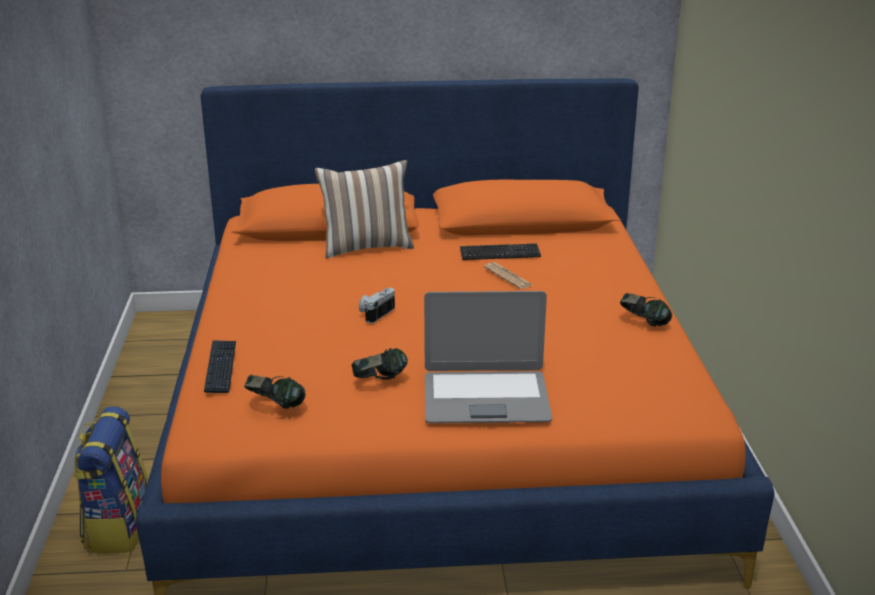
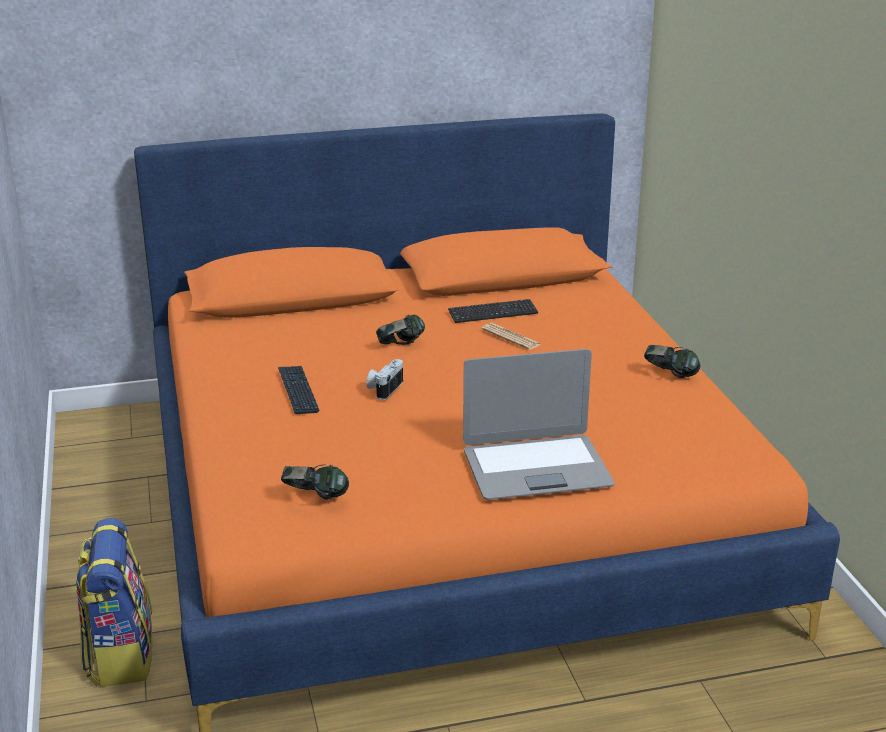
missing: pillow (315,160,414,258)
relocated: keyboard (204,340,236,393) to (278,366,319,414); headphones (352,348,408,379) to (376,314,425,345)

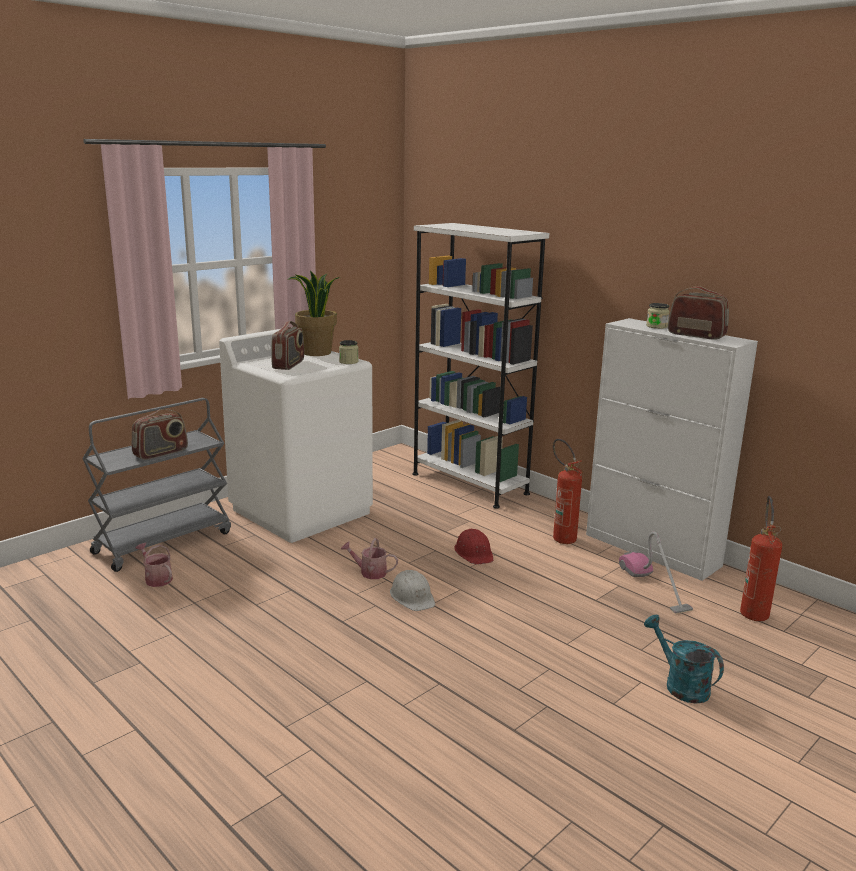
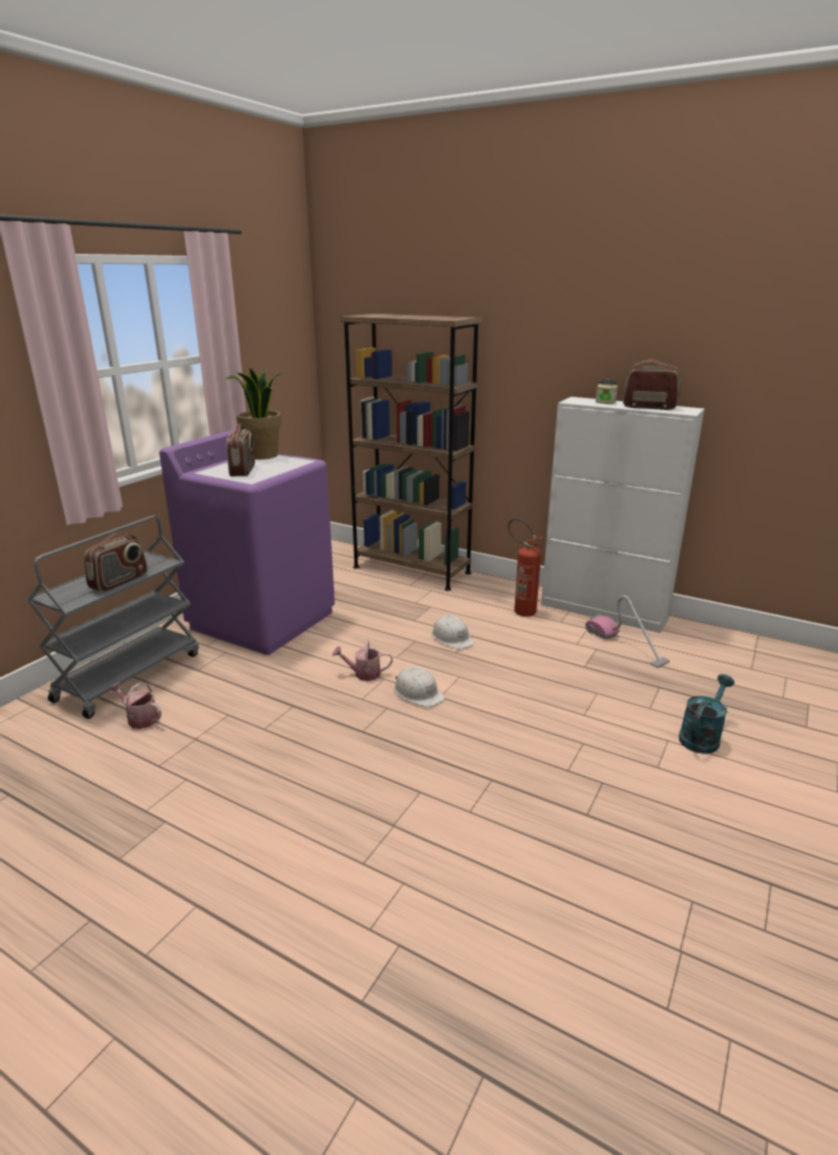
missing: jar (339,340,359,364); fire extinguisher (740,496,782,621)
colour: white washing machine (219,329,373,543) to purple washing machine (159,429,335,655); white bookcase (412,223,549,508) to brown bookcase (340,314,482,591); red hard hat (454,529,493,564) to white hard hat (432,615,474,649)
spun: turquoise watering can (644,615,724,704) = (679,674,735,754) 90 degrees clockwise

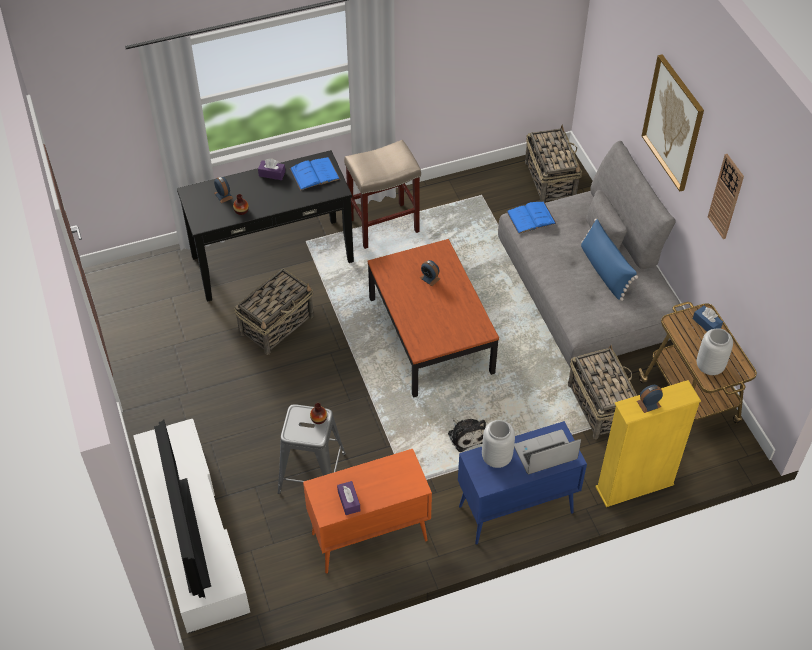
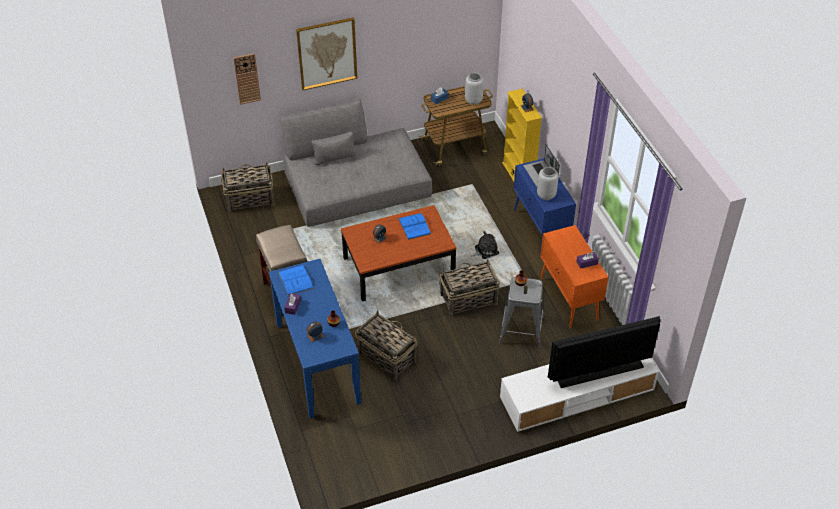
missing: blue pillow (581,219,638,301)
relocated: wall clock (708,154,744,239) to (233,53,261,105); blue book (507,202,556,234) to (398,213,431,240); basket (568,345,637,439) to (439,259,500,316)
colour: black console table (177,150,354,302) to blue console table (269,259,361,419)

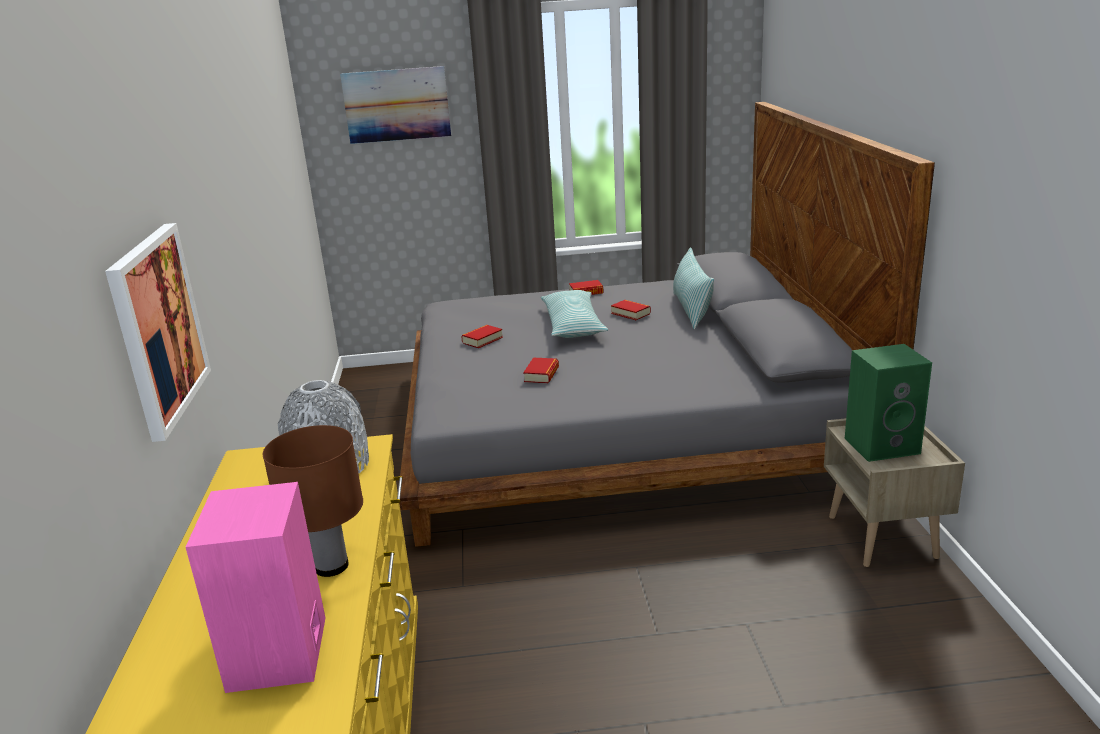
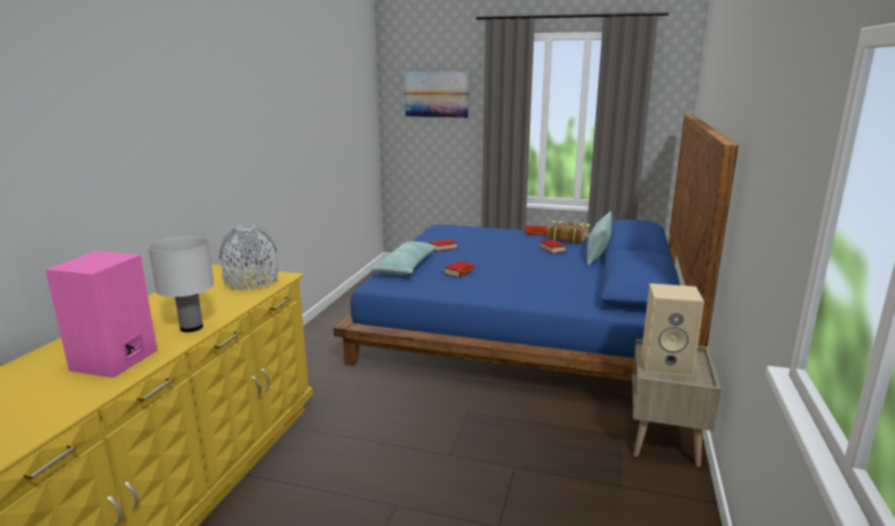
missing: picture (105,223,211,442)
appeared: book (547,220,590,244)
relocated: pillow (541,290,608,338) to (371,241,438,275)
colour: brown table lamp (263,425,363,577) to white table lamp (148,236,214,332); grey bed (399,102,935,547) to blue bed (333,114,738,381); green speaker (845,344,932,462) to beige speaker (641,283,704,376)

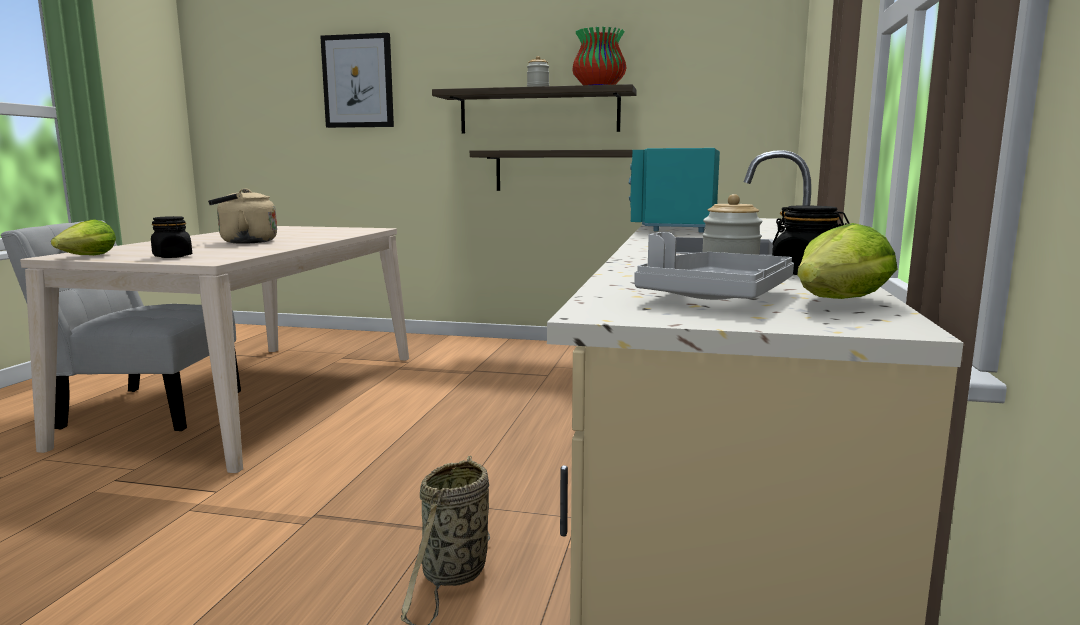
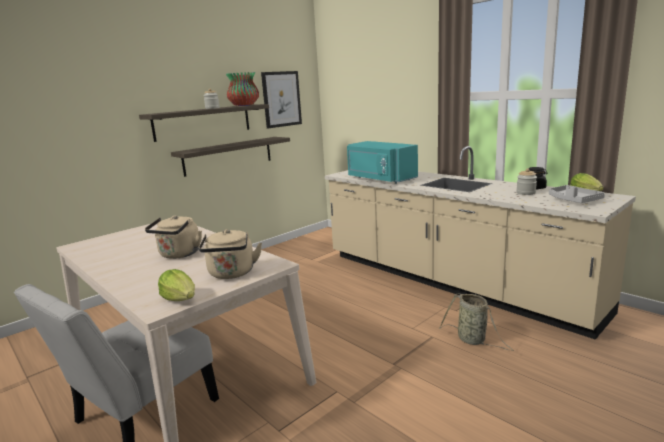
relocated: picture (320,33,394,128) to (261,71,302,128)
exchanged: black jar (151,216,192,258) to beige kettle (199,229,262,279)

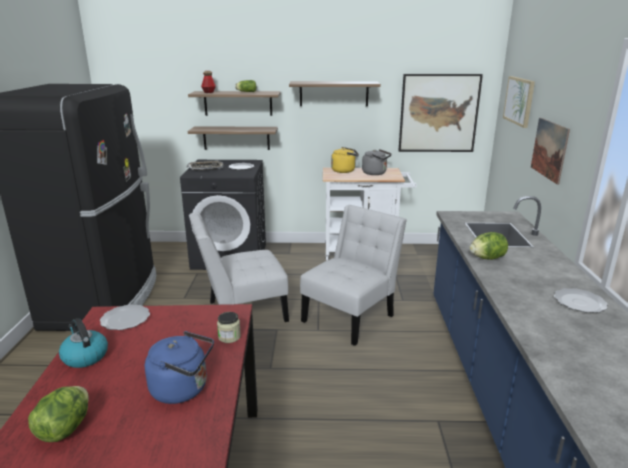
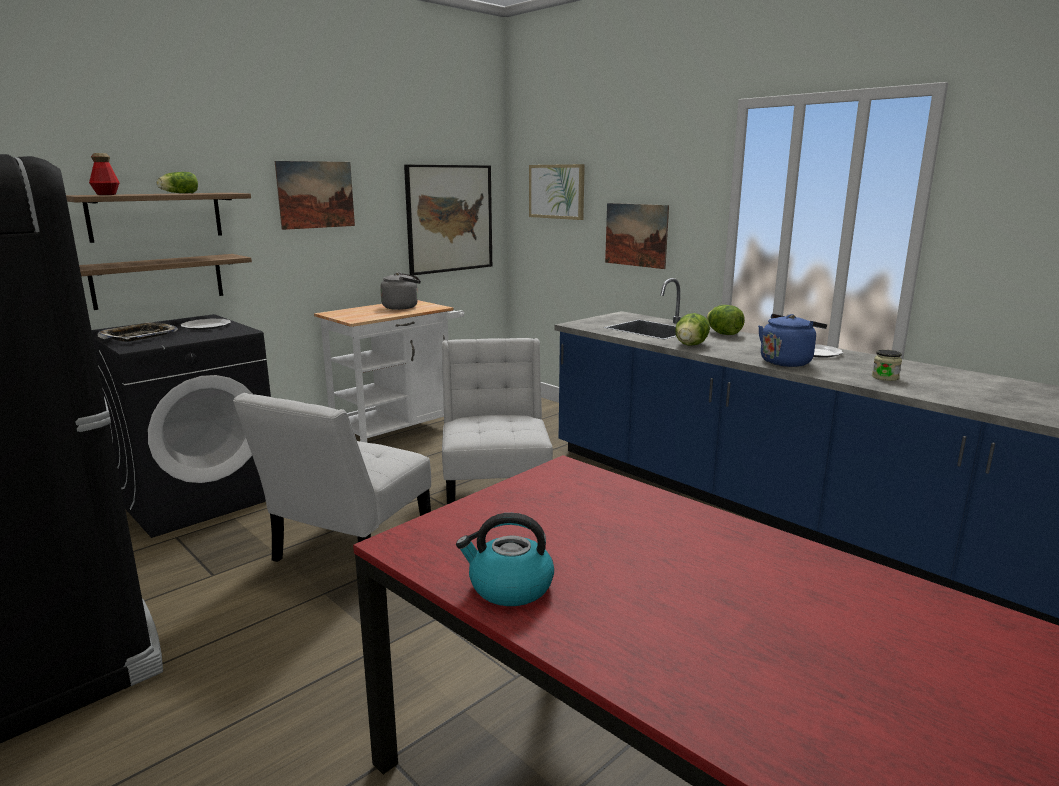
missing: plate (100,304,150,330); yellow kettle (331,147,359,173)
relocated: lettuce (28,386,89,442) to (706,305,745,335); blue kettle (145,331,214,404) to (758,314,827,367); jar (217,312,241,343) to (872,350,902,381)
exchanged: shelf (289,81,381,106) to picture (275,161,355,230)

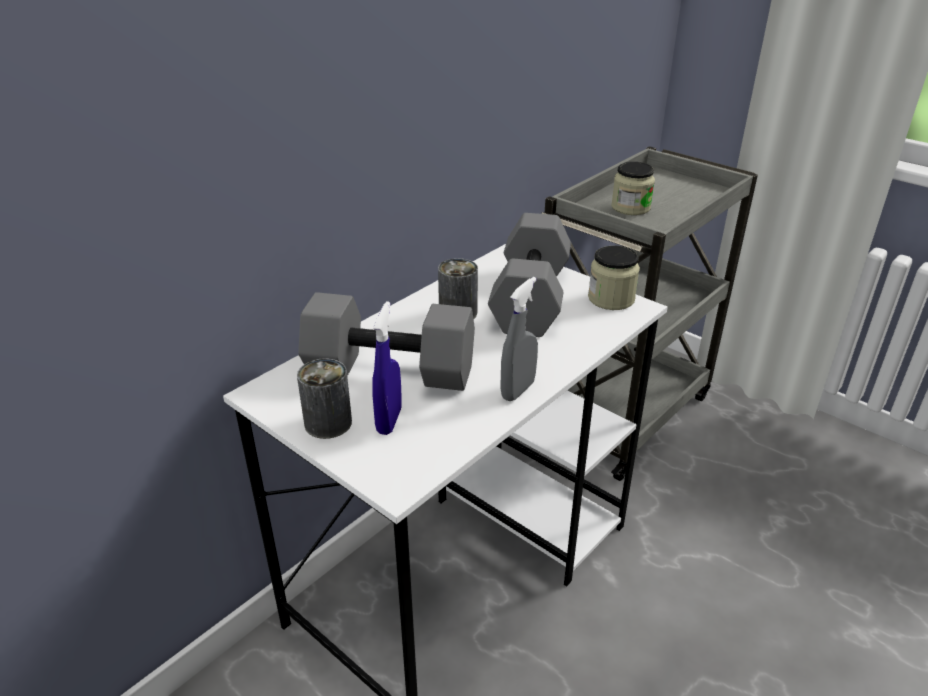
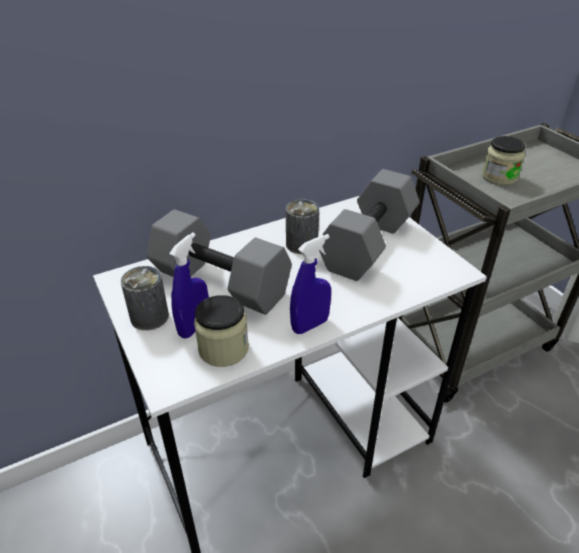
relocated: jar (588,246,640,310) to (194,295,249,367)
colour: grey spray bottle (500,277,538,401) to blue spray bottle (290,234,331,334)

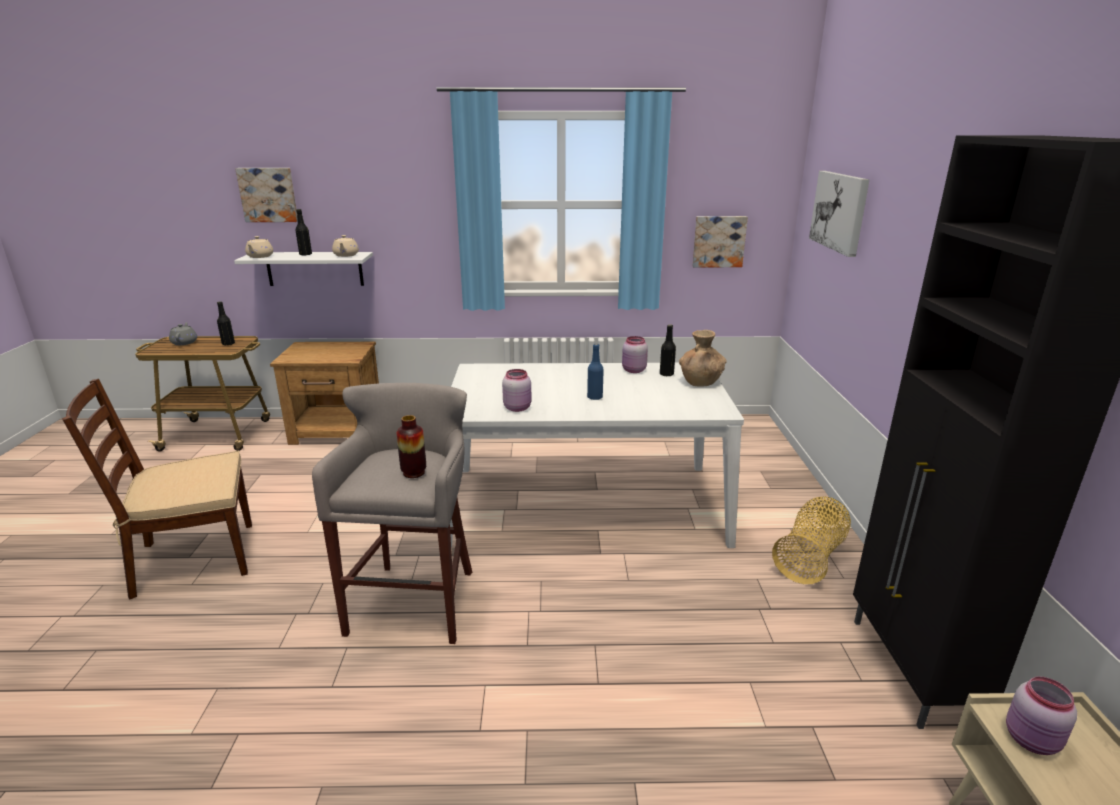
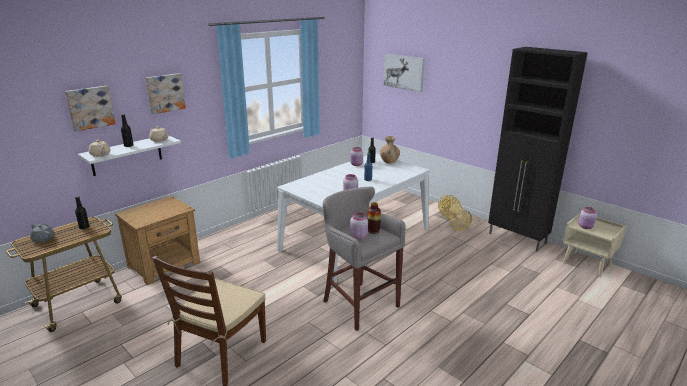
appeared: pink jar (350,212,368,239)
relocated: picture (692,216,748,267) to (146,73,186,114)

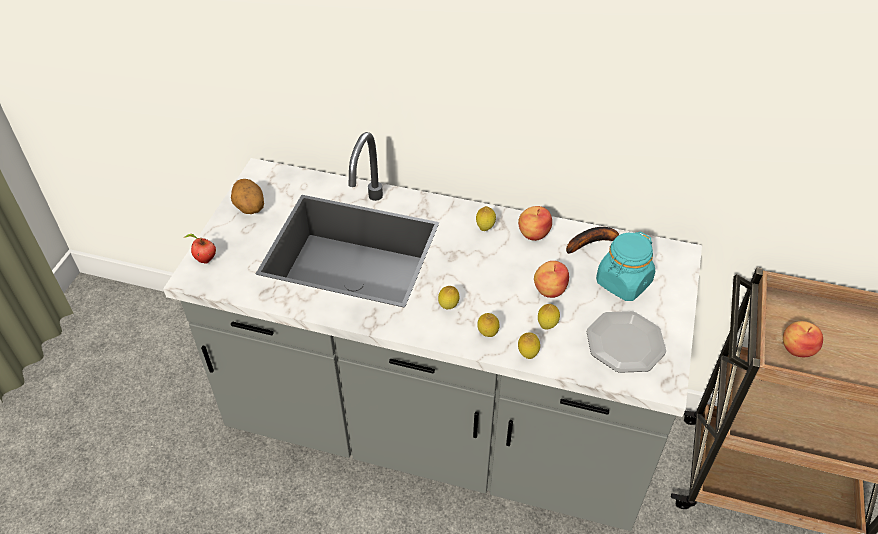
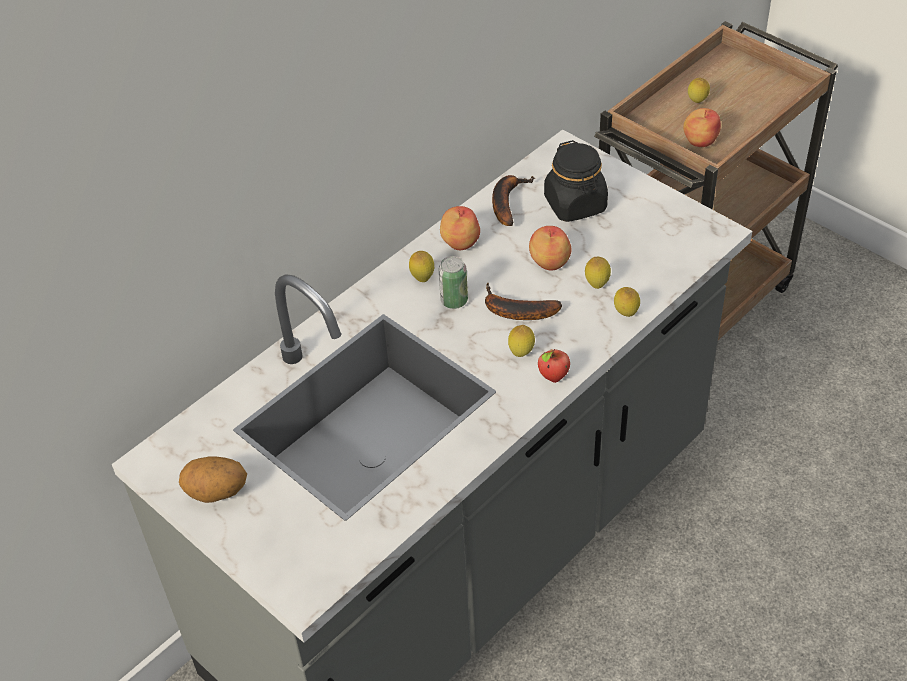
missing: plate (586,311,666,373)
appeared: can (439,256,468,309); banana (485,282,562,320)
relocated: apple (184,234,216,264) to (538,349,570,383); lemon (477,313,500,337) to (688,78,710,103)
colour: turquoise jar (596,231,655,301) to black jar (544,140,608,222)

